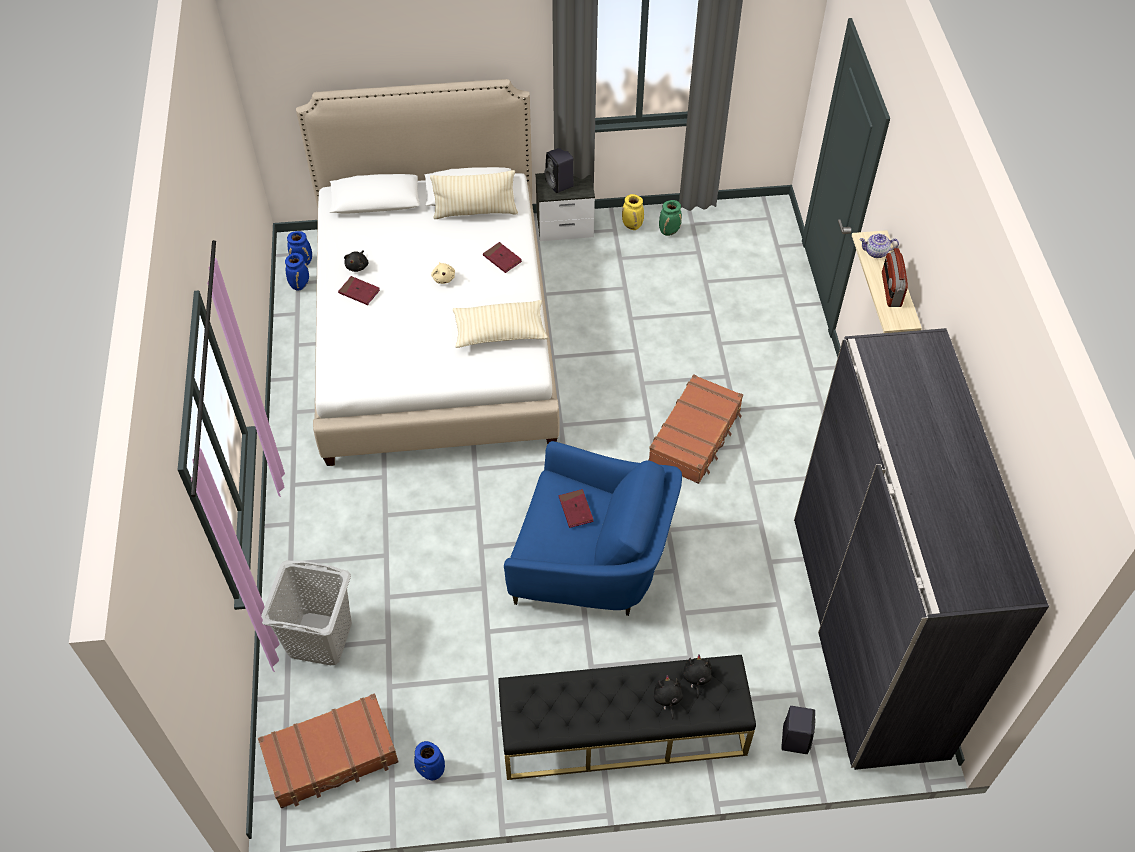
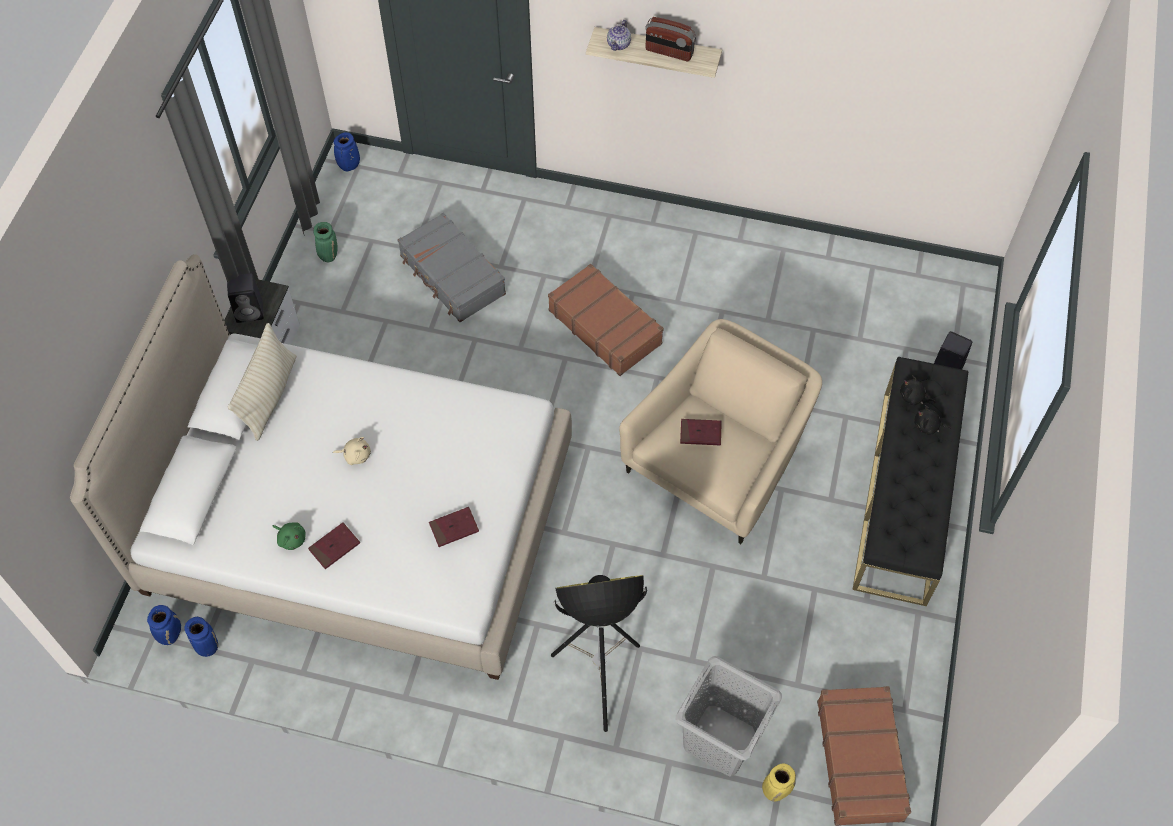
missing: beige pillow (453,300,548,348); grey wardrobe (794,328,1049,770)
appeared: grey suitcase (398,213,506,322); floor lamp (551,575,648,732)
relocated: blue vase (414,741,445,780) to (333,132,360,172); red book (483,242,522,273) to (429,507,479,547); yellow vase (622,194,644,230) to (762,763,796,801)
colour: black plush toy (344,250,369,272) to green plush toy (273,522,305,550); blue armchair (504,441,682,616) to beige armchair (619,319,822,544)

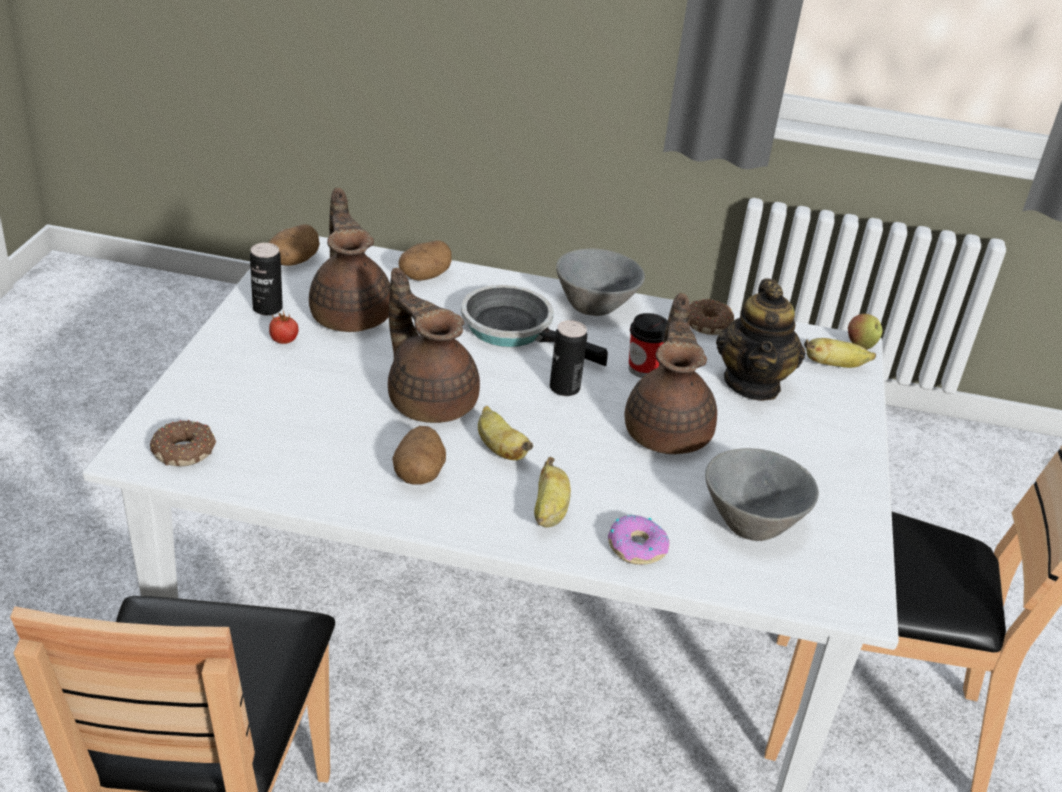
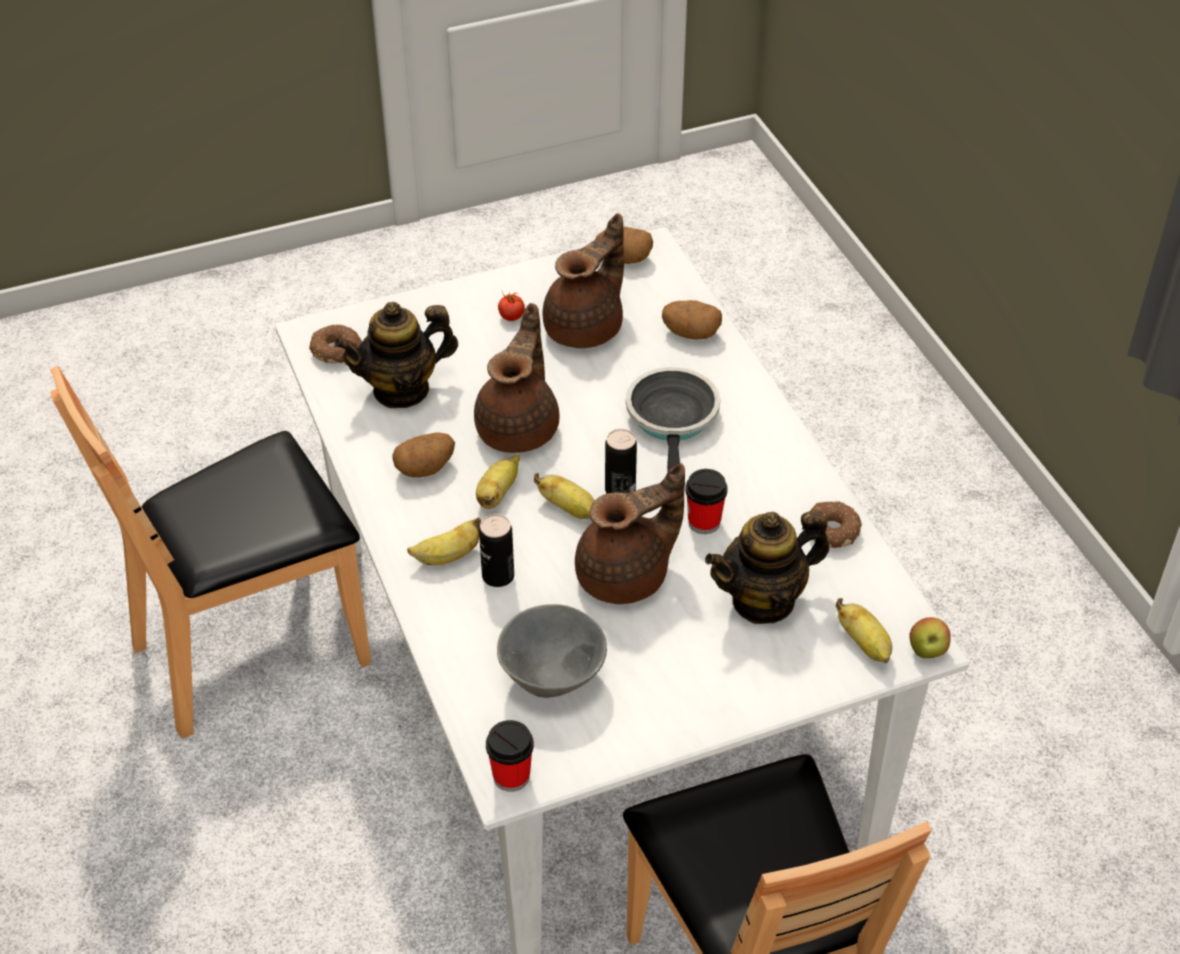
missing: grey bowl (556,248,645,316); donut (608,515,669,565)
appeared: teapot (334,302,458,408); cup (486,720,534,792); banana (534,473,595,519)
relocated: can (250,243,283,316) to (479,514,514,587)

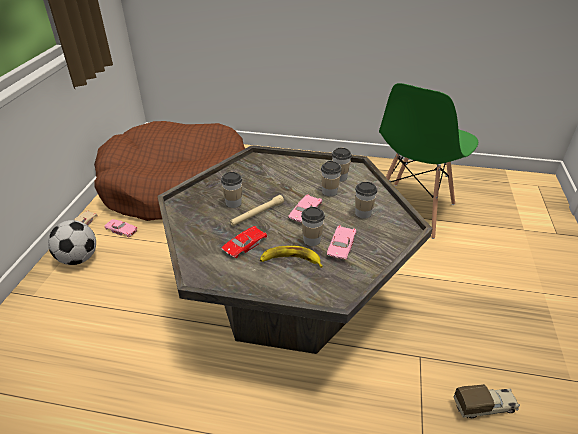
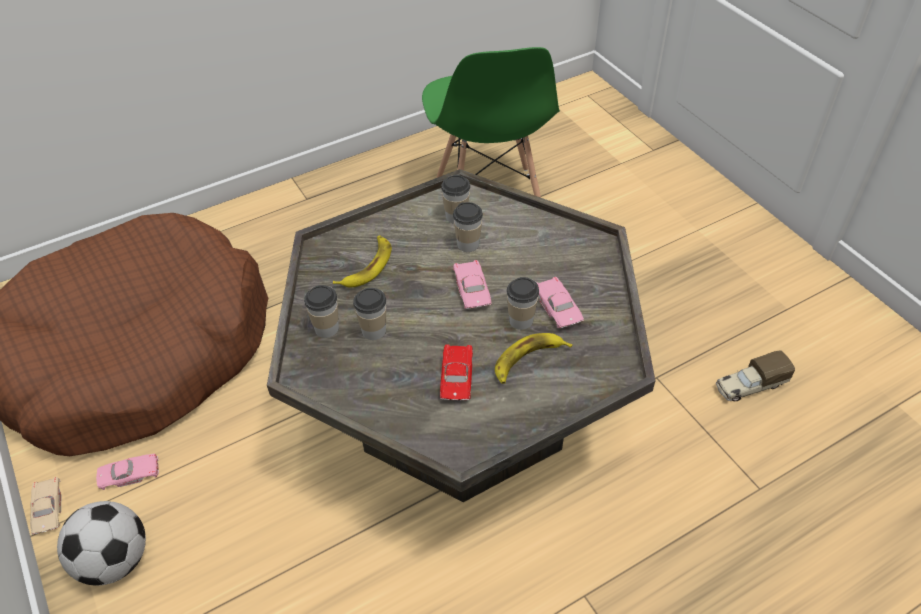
missing: beige flashlight (230,195,284,226)
appeared: banana (333,236,392,287)
relocated: cup (355,182,377,219) to (304,285,339,338)
spun: toy truck (454,384,520,418) = (716,350,795,401) 150 degrees counterclockwise

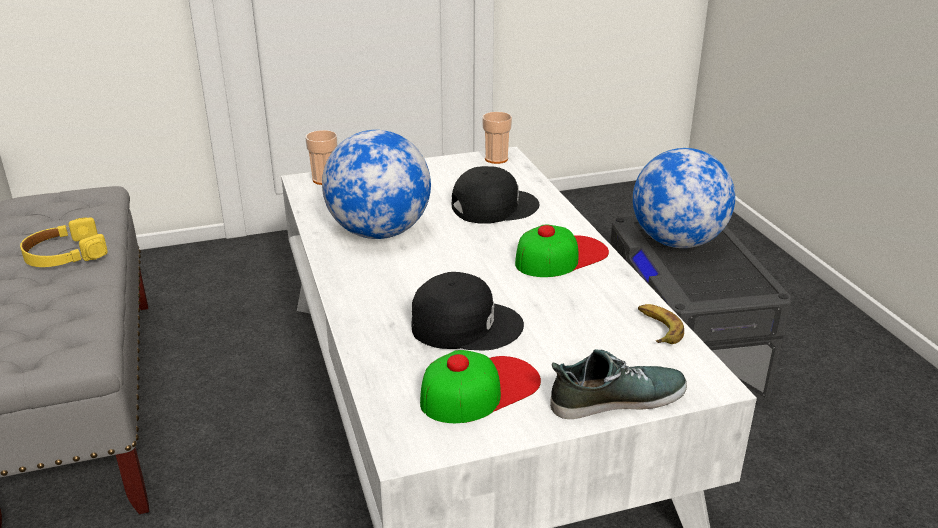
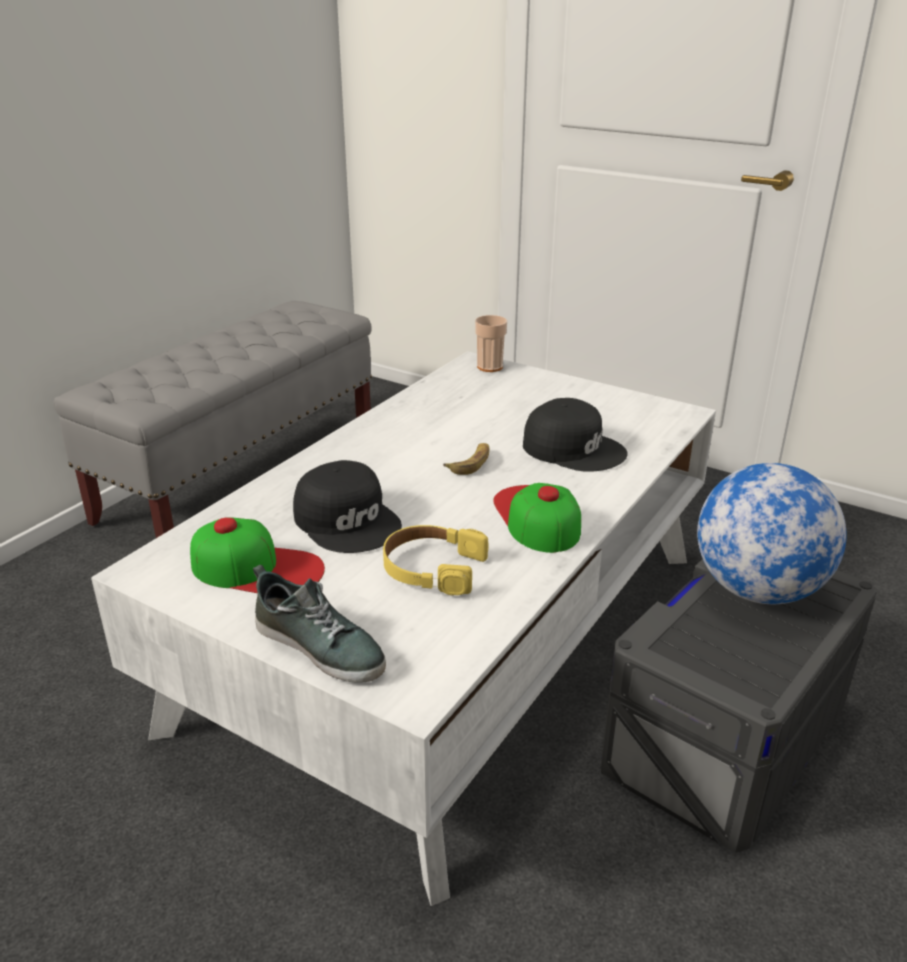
missing: globe (322,130,431,239); cup (482,112,512,164)
relocated: yellow headphones (20,218,108,267) to (383,525,488,595); banana (638,304,684,344) to (443,443,489,475)
spun: cap (515,225,609,277) = (493,483,581,553) 120 degrees counterclockwise

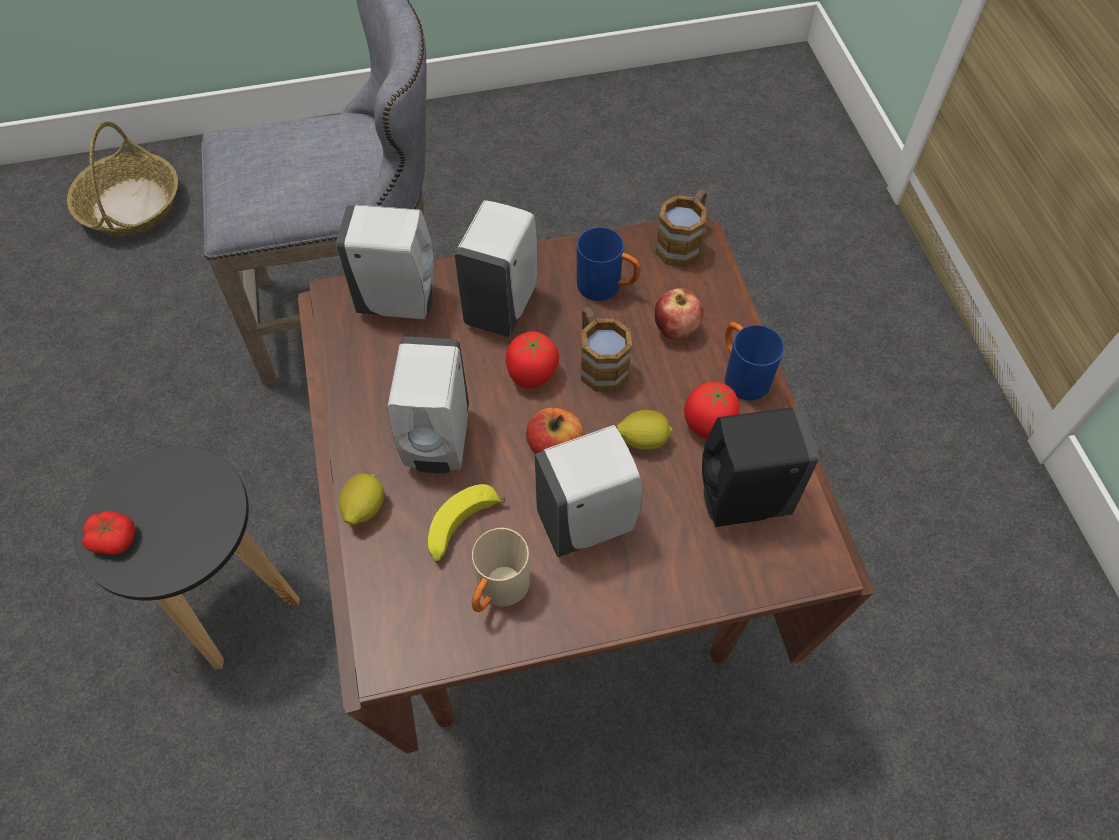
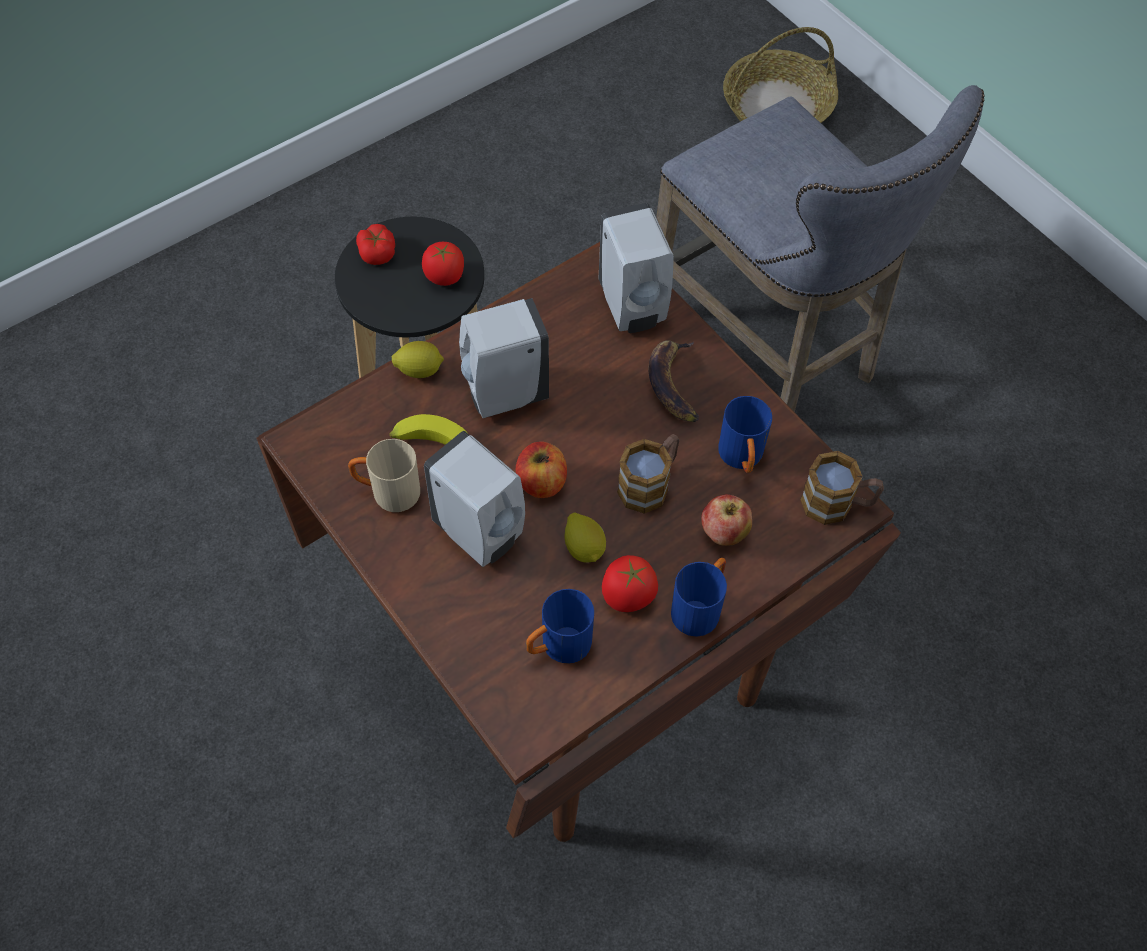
relocated: tomato (506,331,559,388) to (422,242,464,286)
exchanged: black soap dispenser (702,407,819,527) to blue mug (526,589,594,663); white soap dispenser (454,200,537,337) to banana (648,341,699,422)

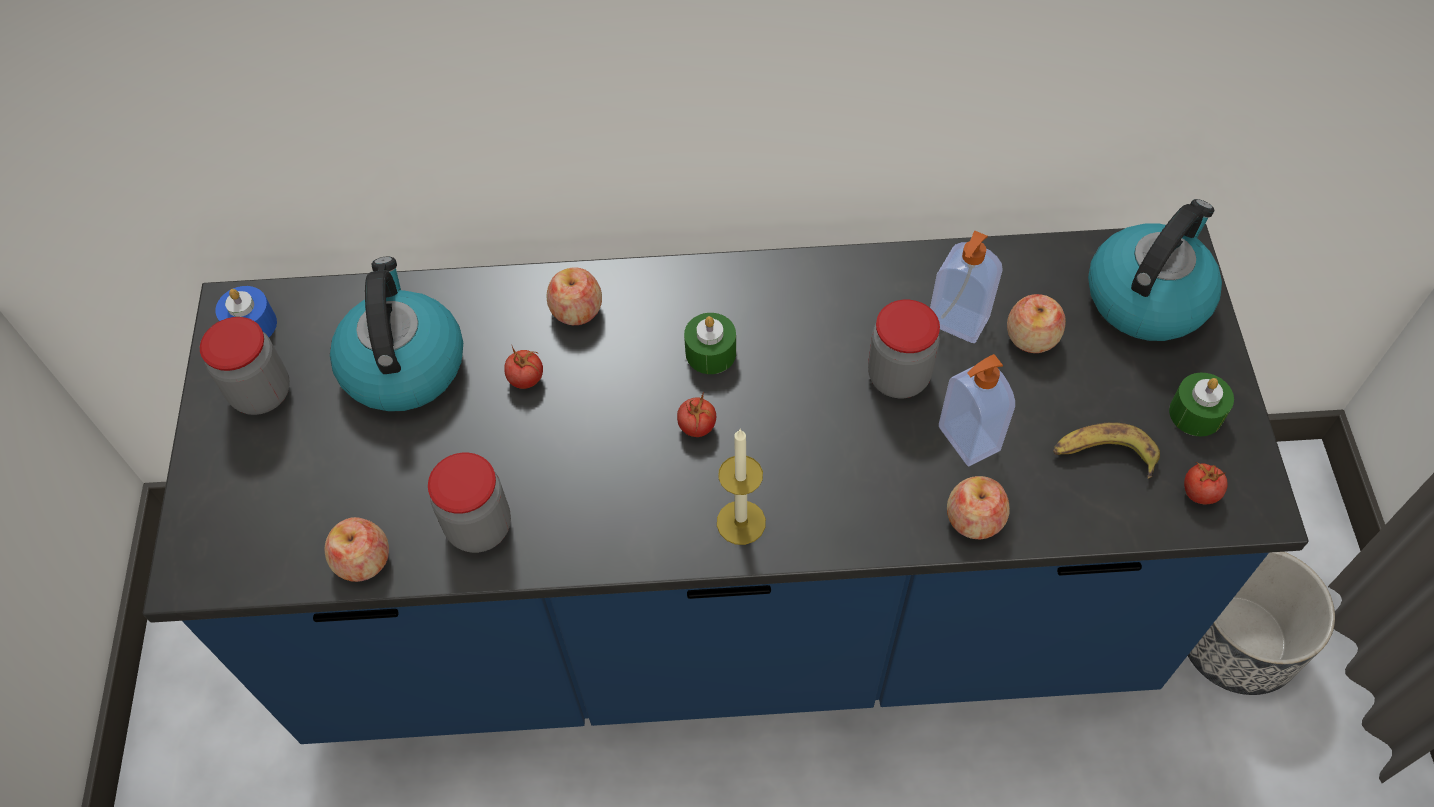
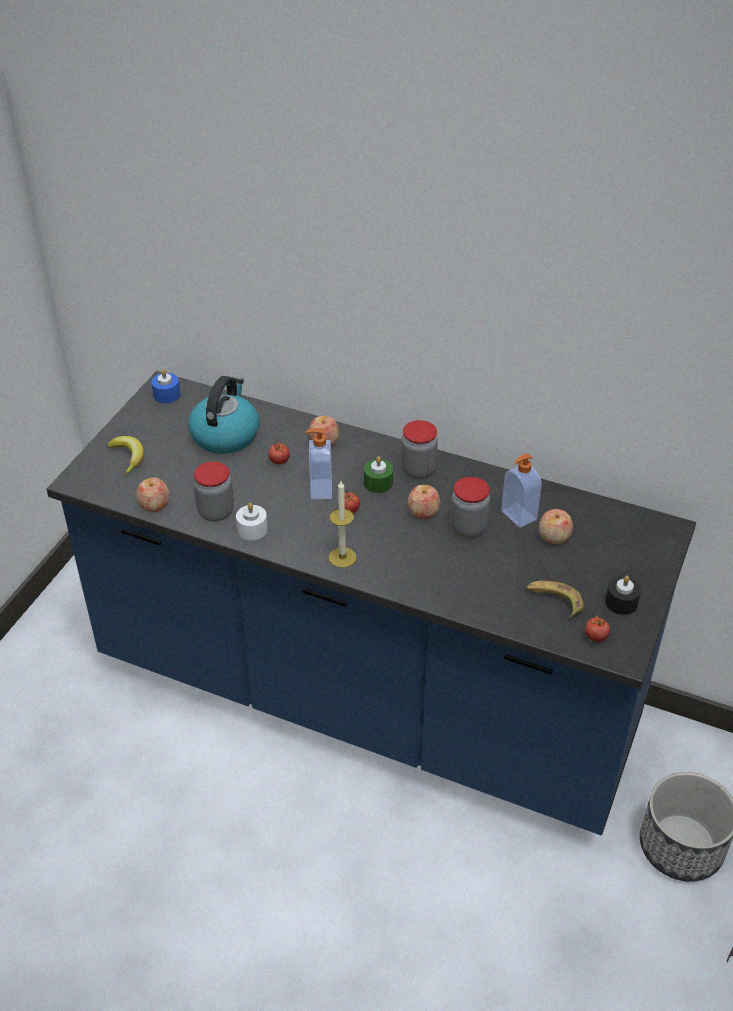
missing: kettle (1088,199,1222,341)
appeared: banana (108,436,144,475); white candle (236,503,268,540)
relocated: soap dispenser (939,354,1015,466) to (306,428,332,499); jar (200,317,290,415) to (401,420,438,478); apple (947,476,1010,539) to (407,485,440,519)
colour: green candle (1169,373,1234,436) to black candle (605,576,641,615)

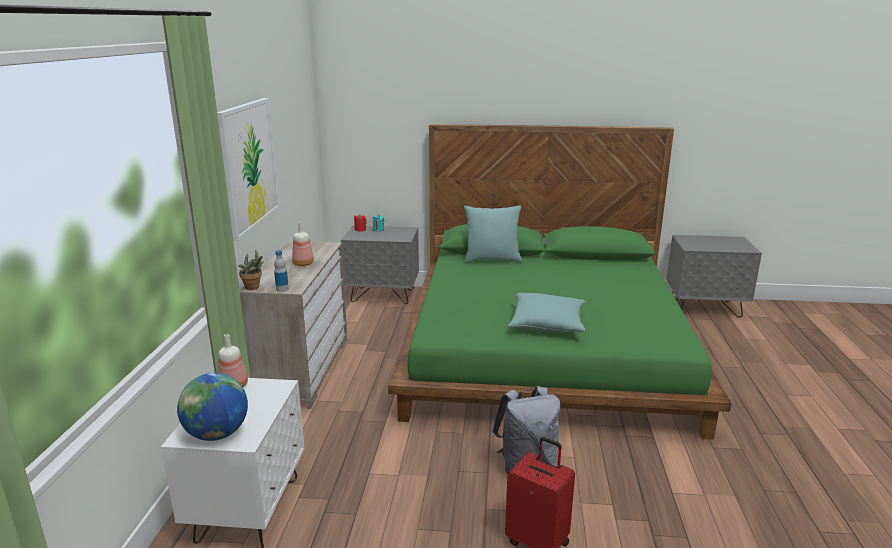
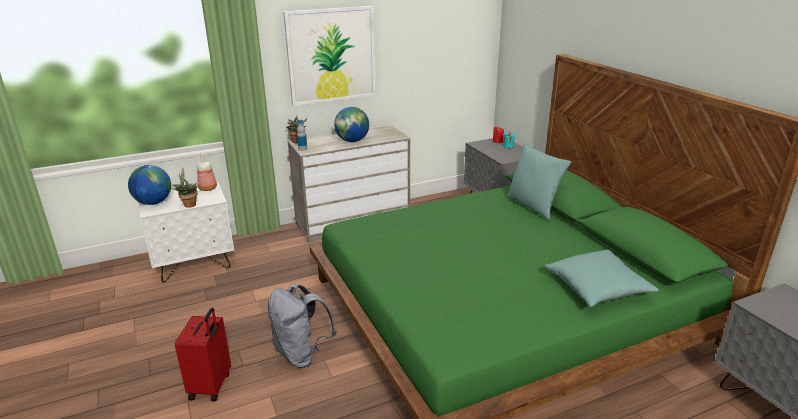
appeared: potted plant (173,168,198,208)
relocated: turquoise pillow (508,293,586,332) to (545,249,659,307)
exchanged: bottle (292,222,314,266) to globe (334,107,369,142)

